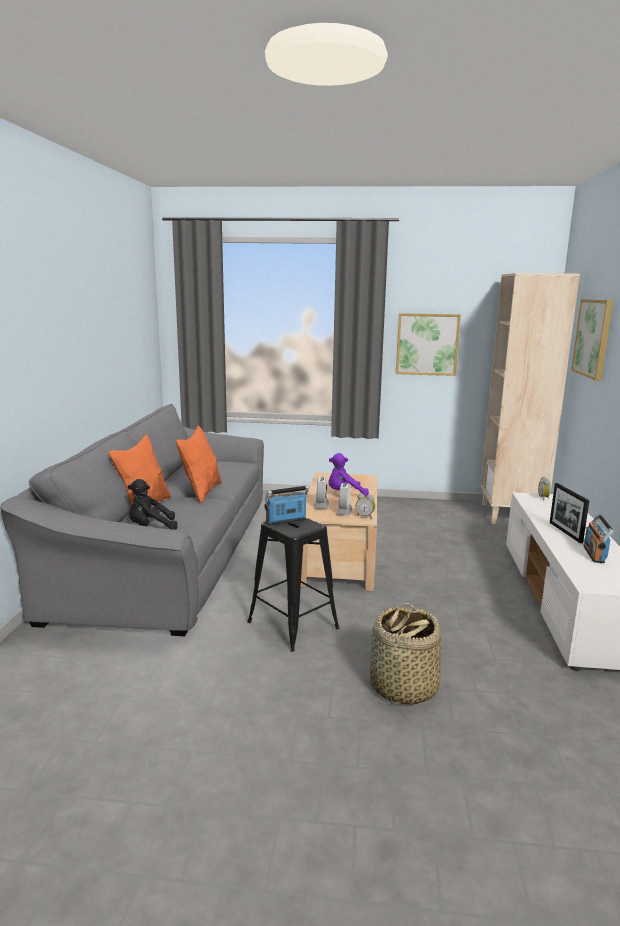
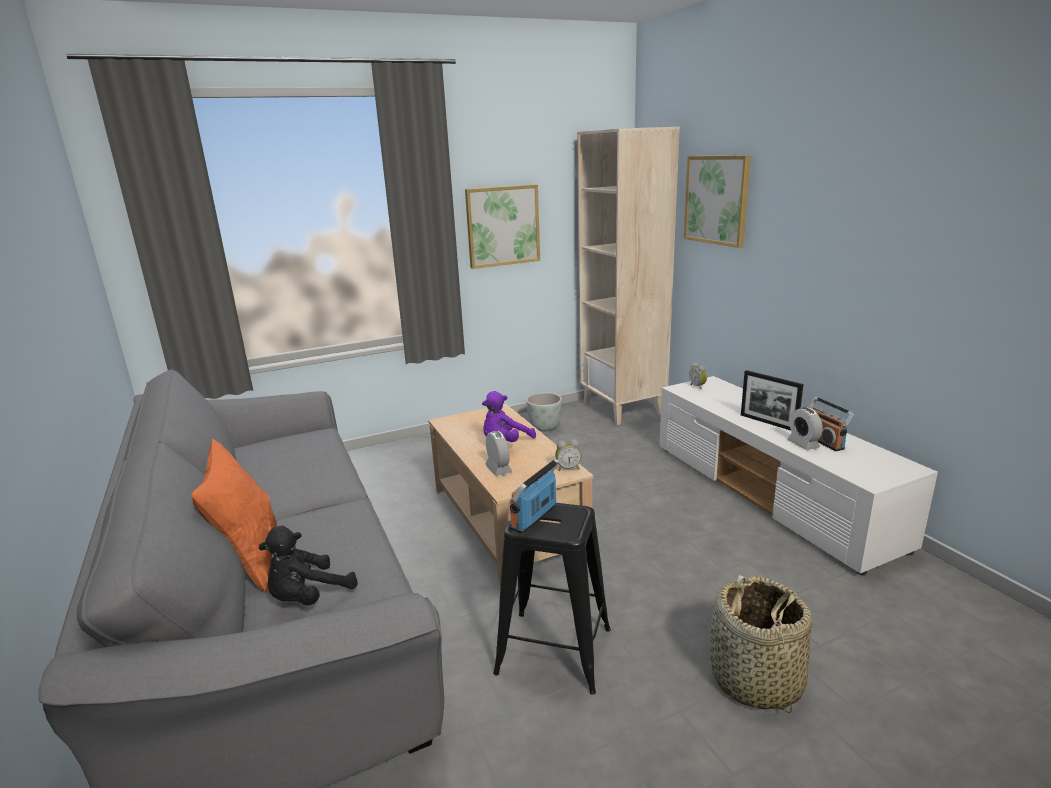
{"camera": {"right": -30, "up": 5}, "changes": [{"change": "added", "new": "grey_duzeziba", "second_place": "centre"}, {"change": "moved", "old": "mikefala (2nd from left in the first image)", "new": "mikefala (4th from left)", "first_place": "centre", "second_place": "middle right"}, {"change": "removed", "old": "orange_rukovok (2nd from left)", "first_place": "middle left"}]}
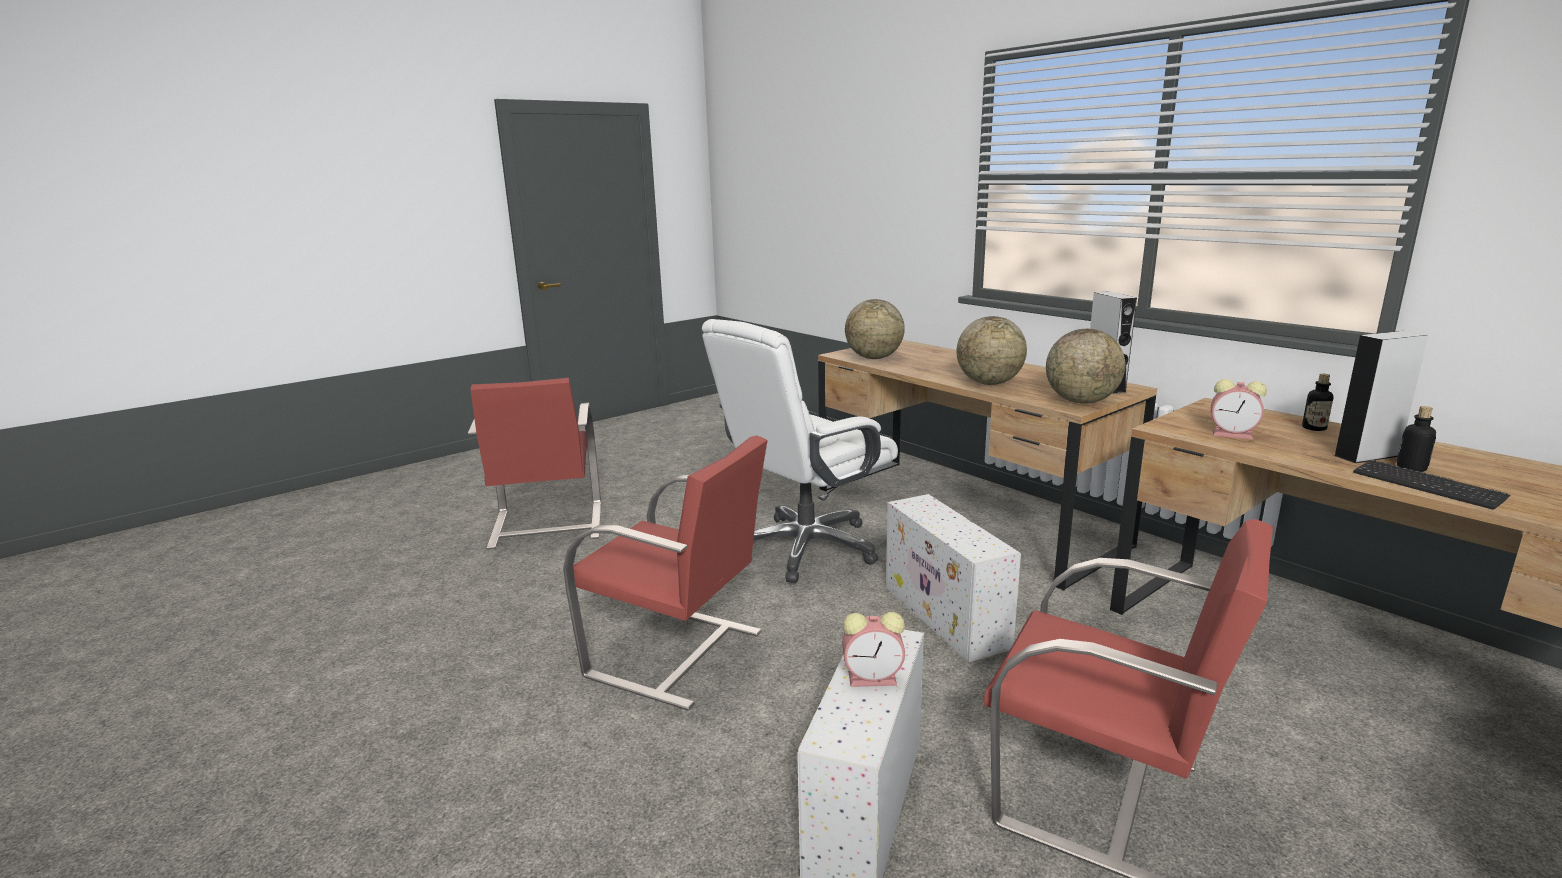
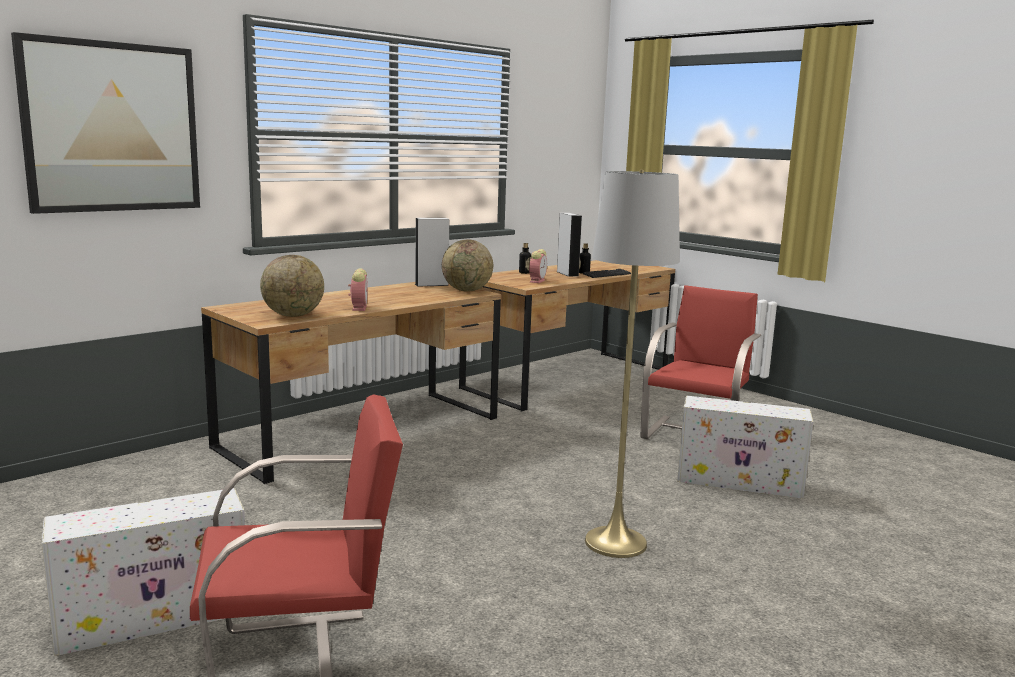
{"camera": {"right": -95, "up": -5}, "changes": [{"change": "added", "new": "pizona", "second_place": "top left"}, {"change": "moved", "old": "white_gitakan (2nd from left in the first image)", "new": "white_gitakan (1st from left)", "first_place": "centre", "second_place": "bottom left"}, {"change": "moved", "old": "mikefala (1st from left)", "first_place": "bottom centre", "second_place": "centre"}, {"change": "replaced", "old": "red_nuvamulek (2nd from left)", "new": "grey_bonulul", "first_place": "centre", "second_place": "centre"}, {"change": "removed", "old": "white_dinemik", "first_place": "centre"}, {"change": "removed", "old": "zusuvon (2nd from left)", "first_place": "centre"}]}
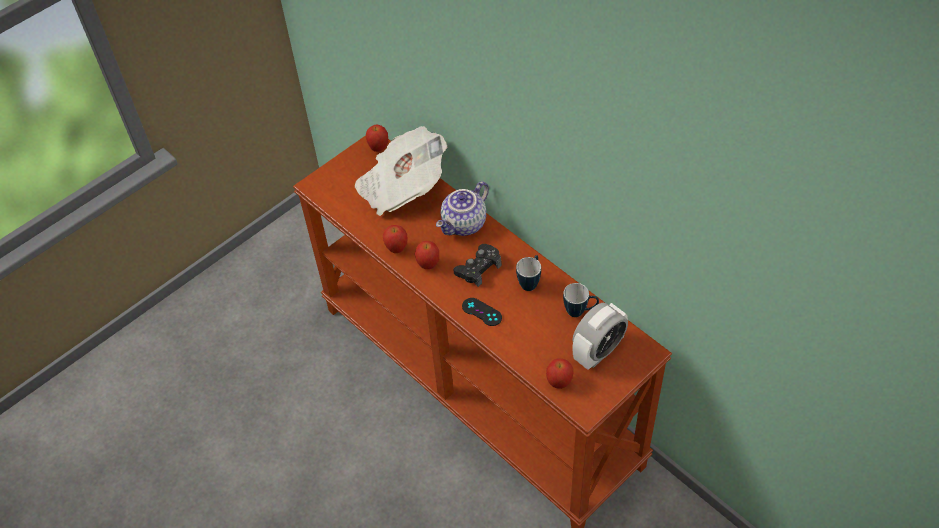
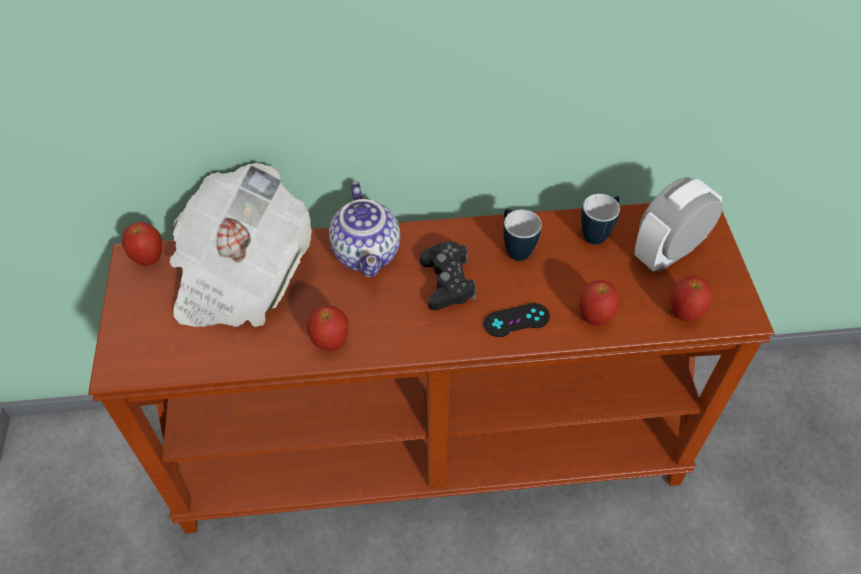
{"camera": {"right": -55, "up": 0}, "changes": [{"change": "moved", "old": "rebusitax (3rd from left)", "first_place": "centre", "second_place": "middle right"}, {"change": "turned", "old": "mikefala", "first_place": "centre", "second_place": "middle right", "degrees": -120}]}
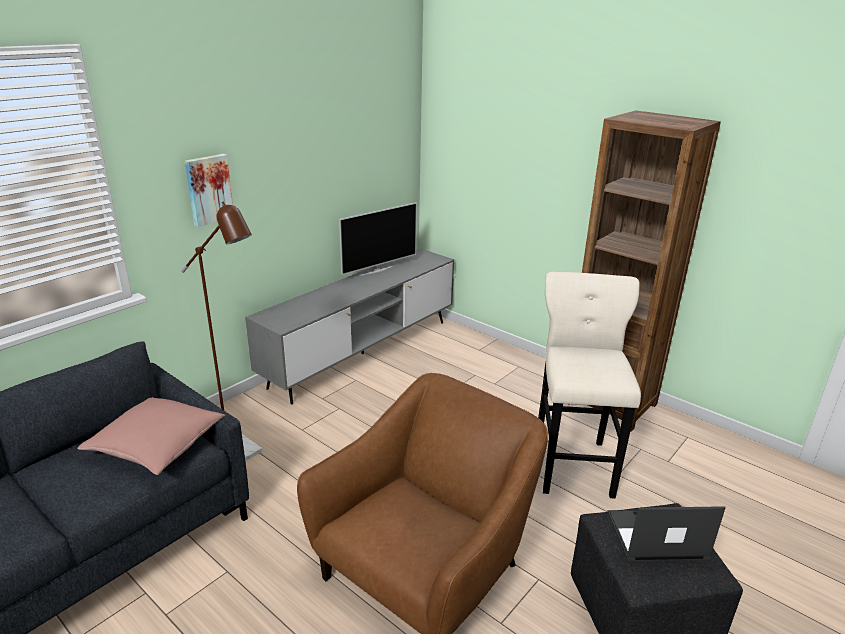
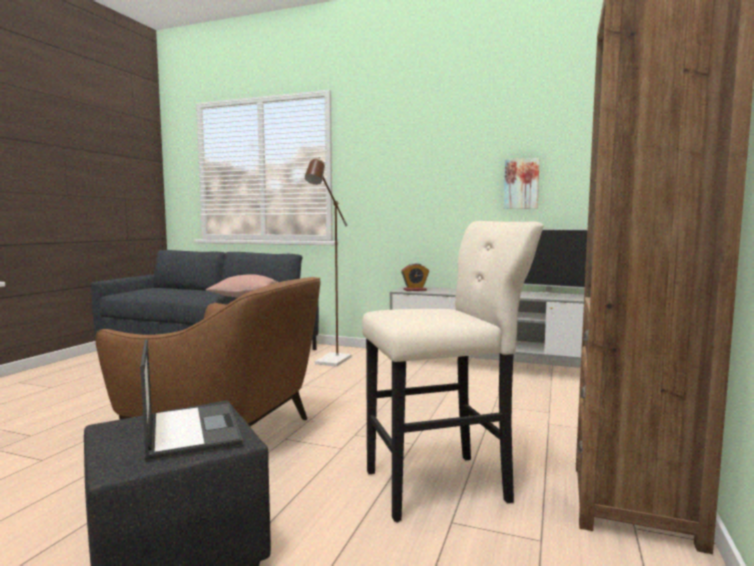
{"camera": {"right": 70, "up": -20}, "changes": [{"change": "added", "new": "mikefala", "second_place": "centre"}, {"change": "moved", "old": "pizona", "first_place": "top left", "second_place": "top right"}]}
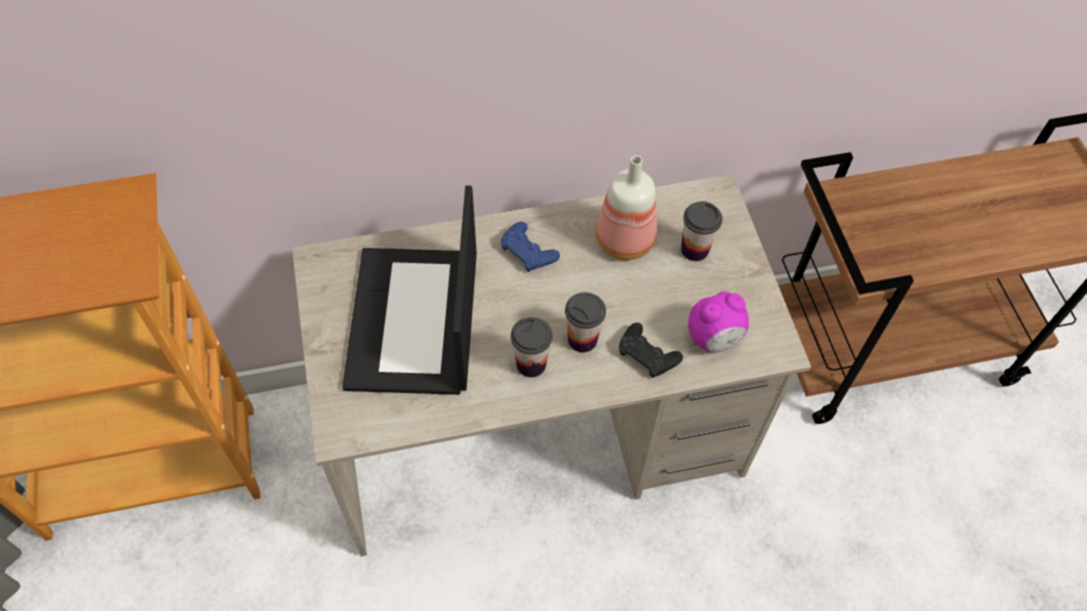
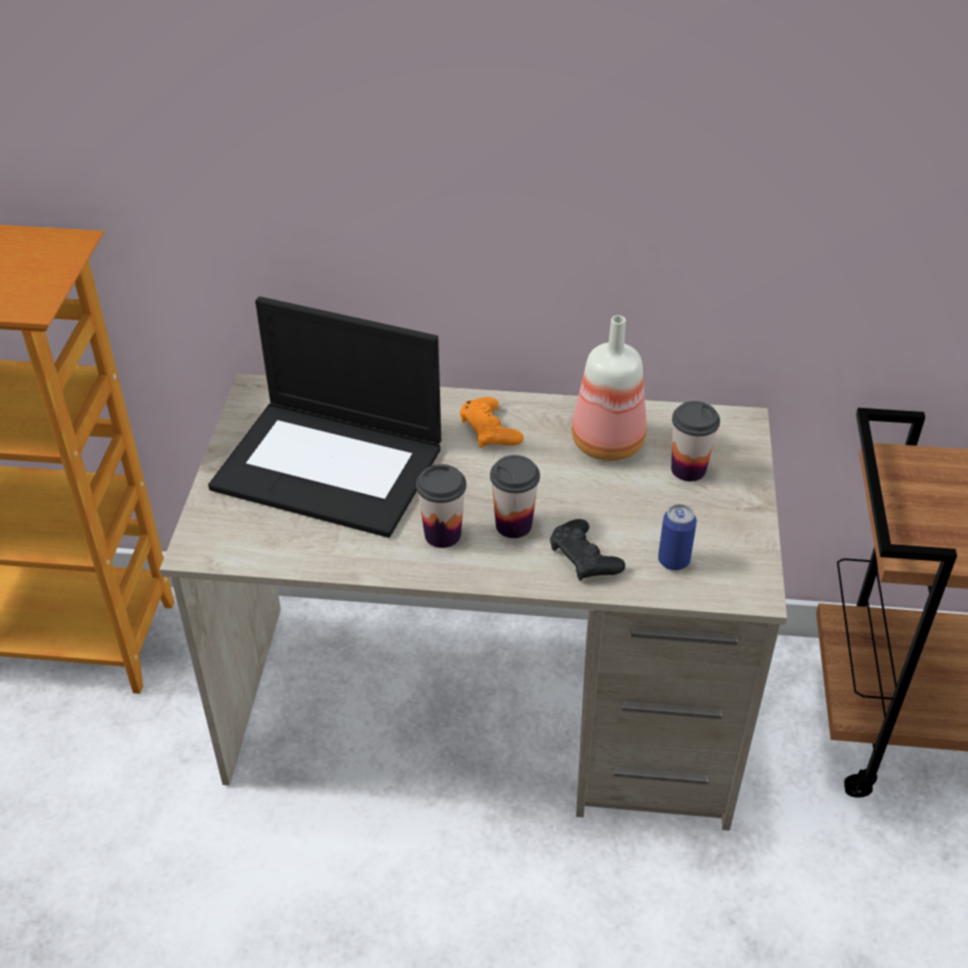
{"camera": {"right": 20, "up": -15}, "changes": [{"change": "turned", "old": "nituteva", "first_place": "centre", "second_place": "centre", "degrees": -90}, {"change": "recoloured", "old": "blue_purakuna", "new": "orange_purakuna", "first_place": "centre", "second_place": "centre"}, {"change": "replaced", "old": "mikefala", "new": "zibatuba", "first_place": "centre", "second_place": "middle right"}]}
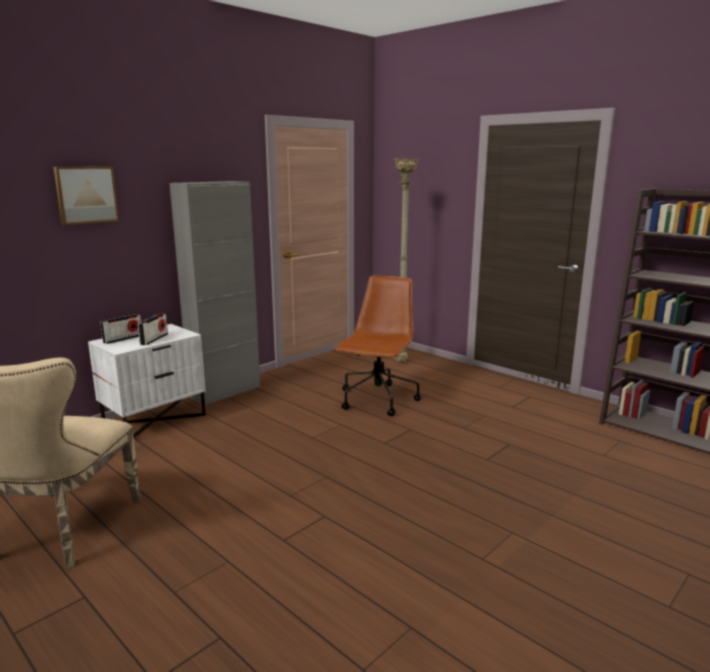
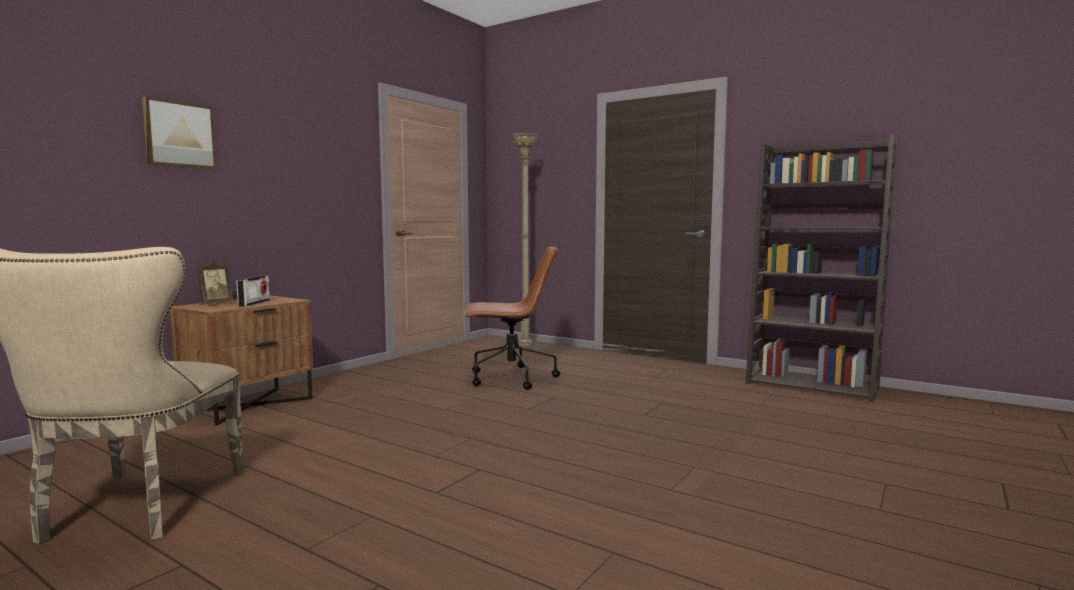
{"camera": {"right": -10, "up": -10}, "changes": [{"change": "recoloured", "old": "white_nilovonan", "new": "brown_nilovonan", "first_place": "middle left", "second_place": "middle left"}, {"change": "replaced", "old": "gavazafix (1st from left)", "new": "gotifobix", "first_place": "middle left", "second_place": "middle left"}, {"change": "turned", "old": "brown_dinemik", "first_place": "centre", "second_place": "centre", "degrees": 75}, {"change": "removed", "old": "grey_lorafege", "first_place": "middle left"}]}
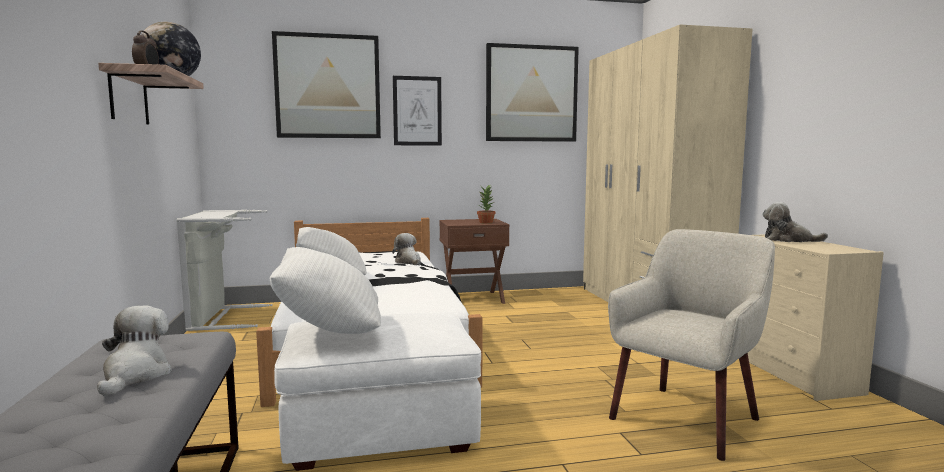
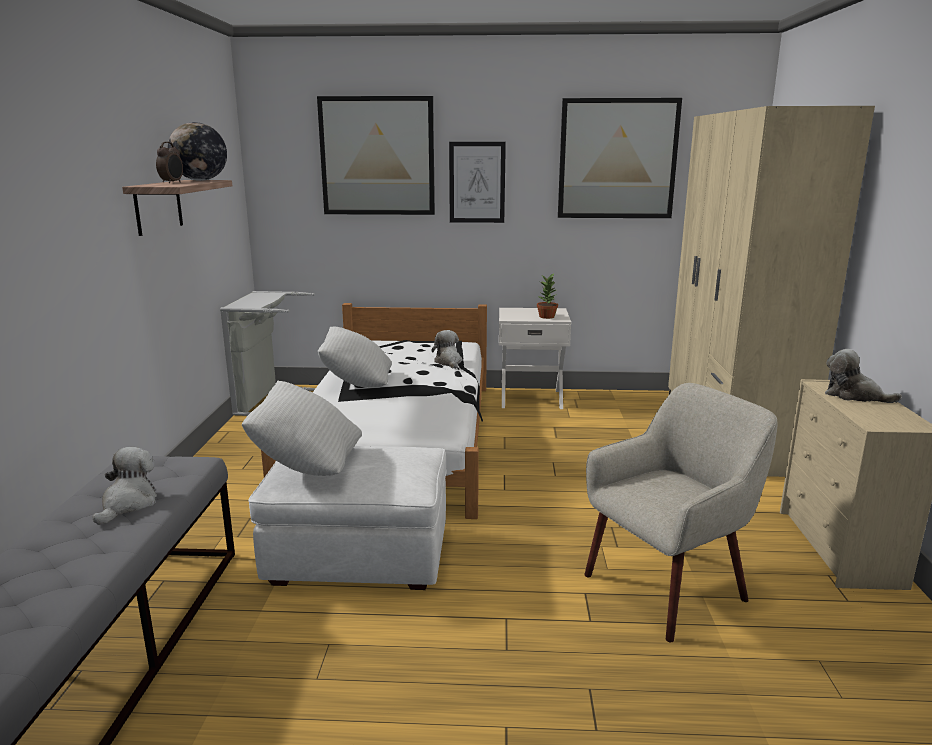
{"camera": {"right": 15, "up": 10}, "changes": [{"change": "recoloured", "old": "brown_nilovonan", "new": "white_nilovonan", "first_place": "centre", "second_place": "centre"}]}
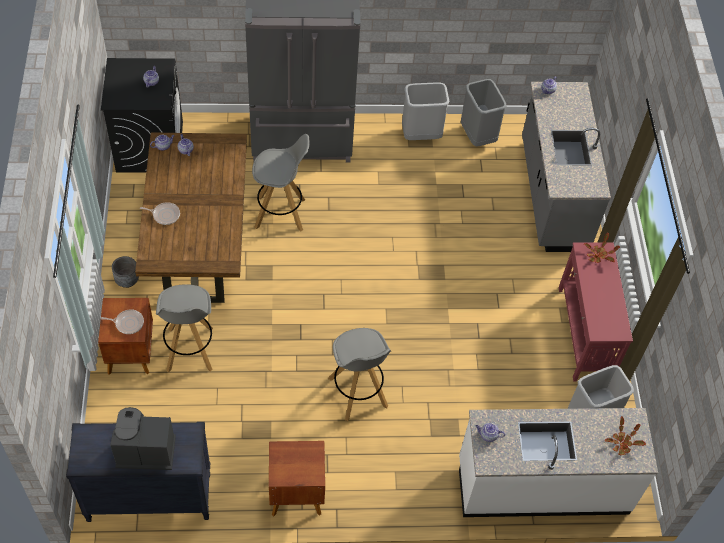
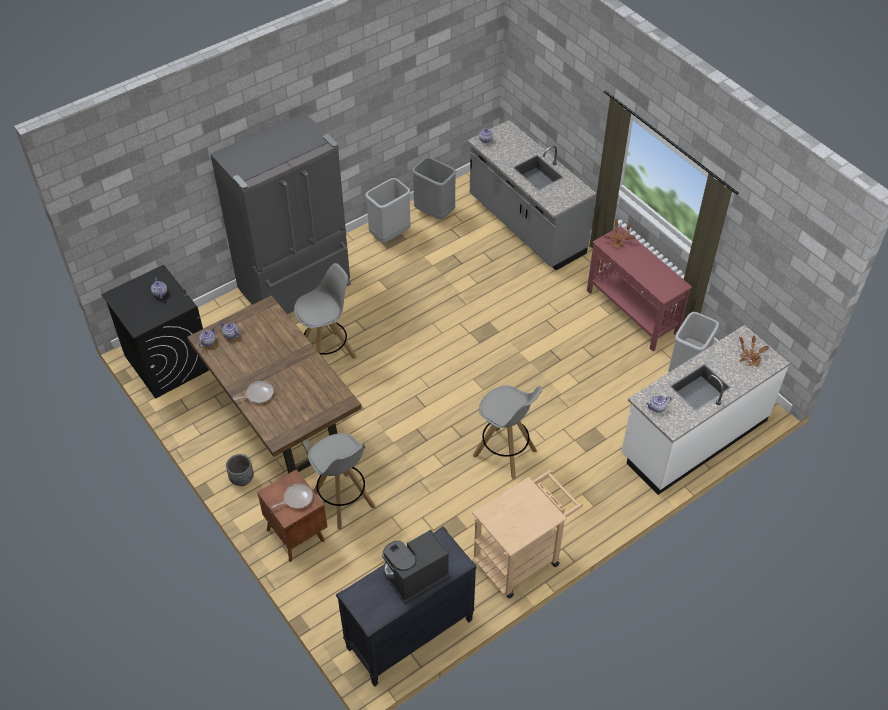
{"camera": {"right": -30, "up": -5}, "changes": [{"change": "replaced", "old": "brown_nilovonan (2nd from left)", "new": "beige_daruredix", "first_place": "bottom centre", "second_place": "bottom centre"}]}
